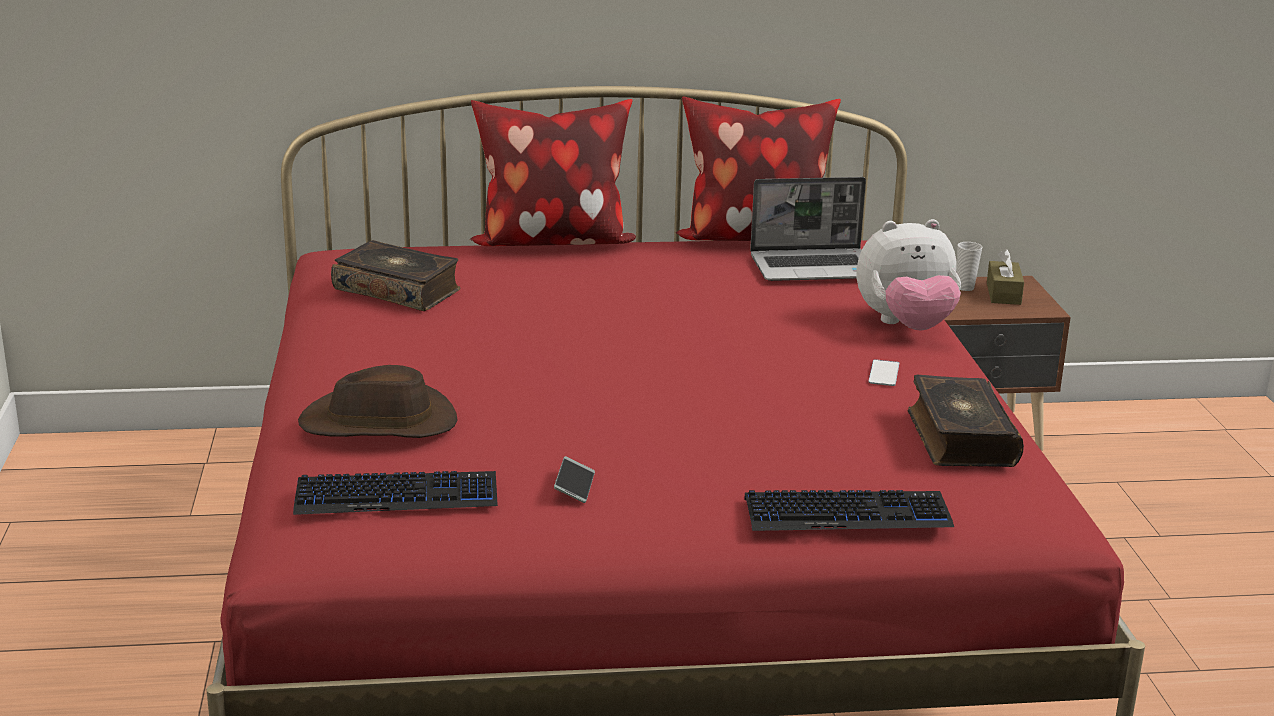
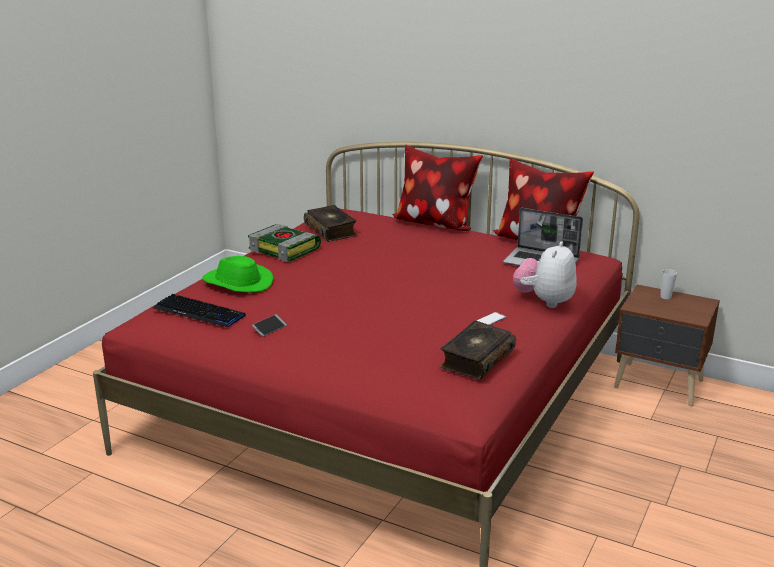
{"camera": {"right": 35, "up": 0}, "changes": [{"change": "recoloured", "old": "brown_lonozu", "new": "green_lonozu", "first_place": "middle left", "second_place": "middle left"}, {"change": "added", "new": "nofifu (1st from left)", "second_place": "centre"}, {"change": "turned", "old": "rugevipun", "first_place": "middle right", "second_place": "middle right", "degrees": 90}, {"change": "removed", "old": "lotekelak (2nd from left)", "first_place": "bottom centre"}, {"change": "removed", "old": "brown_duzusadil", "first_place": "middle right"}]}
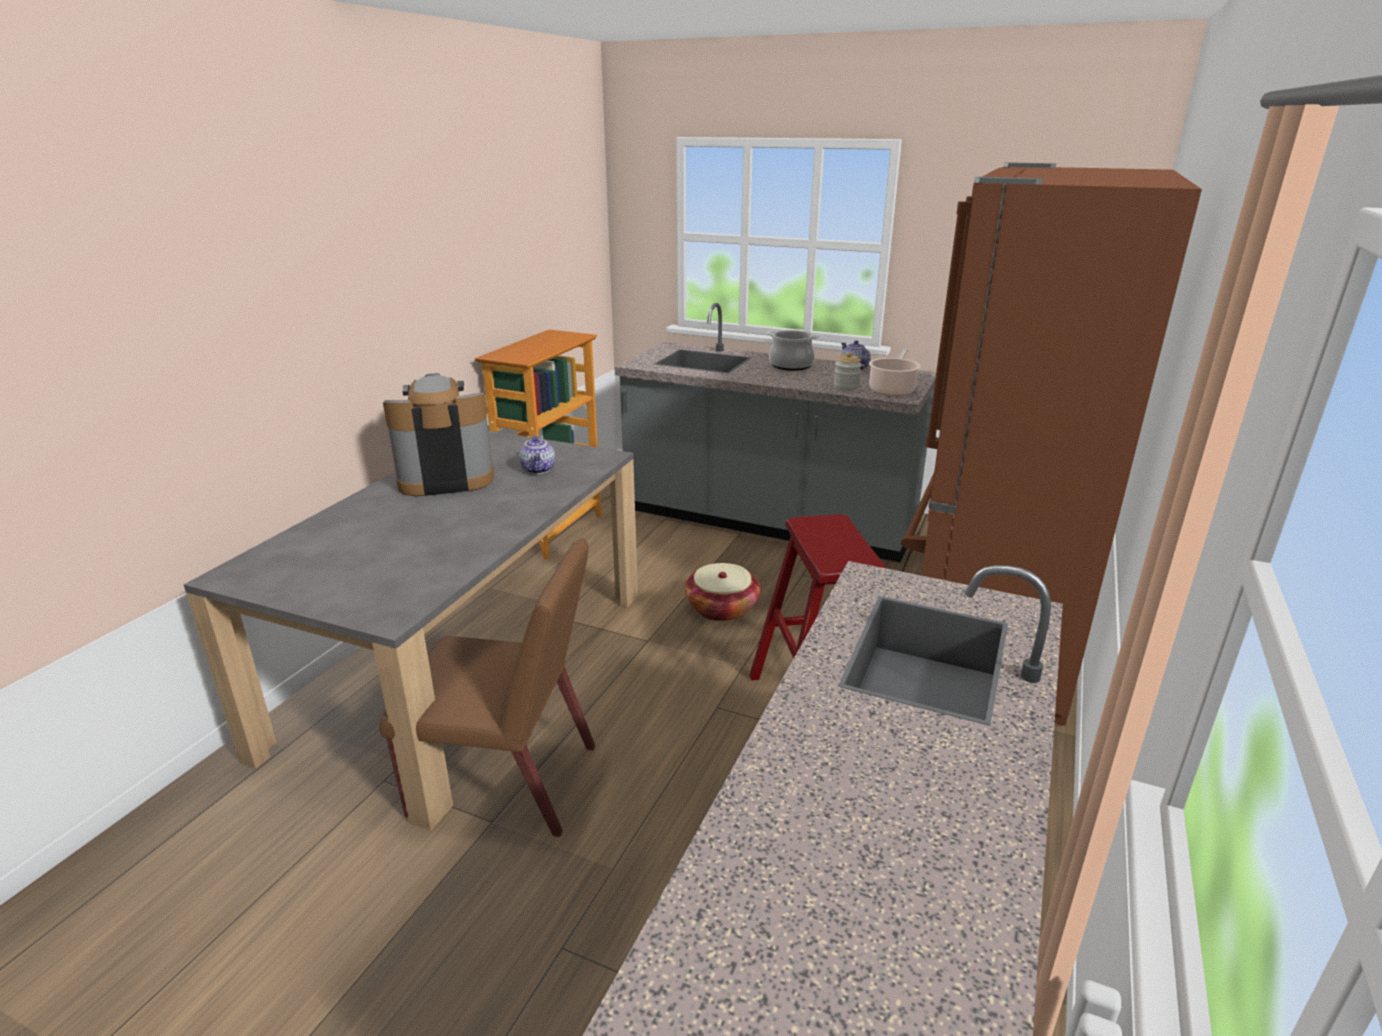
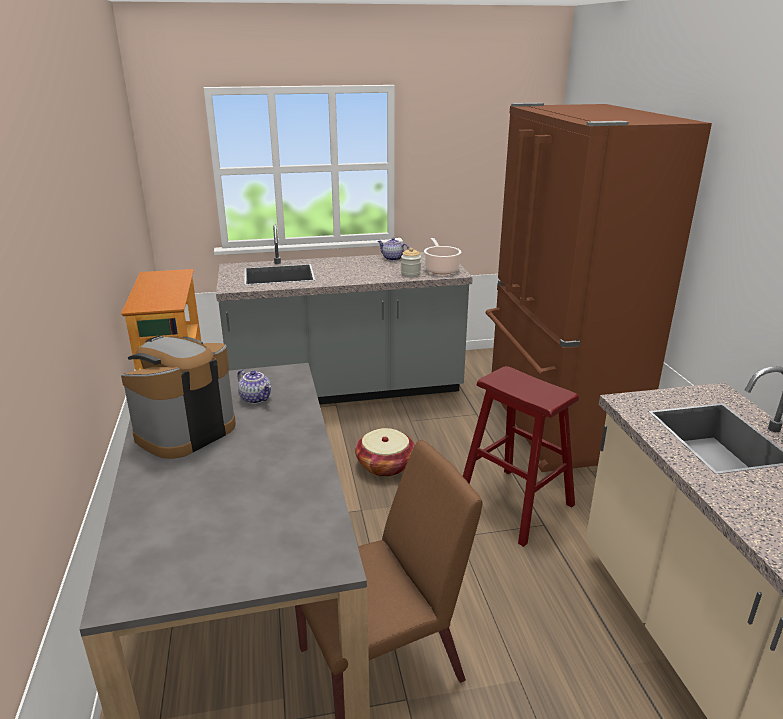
{"camera": {"right": -35, "up": 0}, "changes": [{"change": "removed", "old": "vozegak (1st from left)", "first_place": "centre"}]}
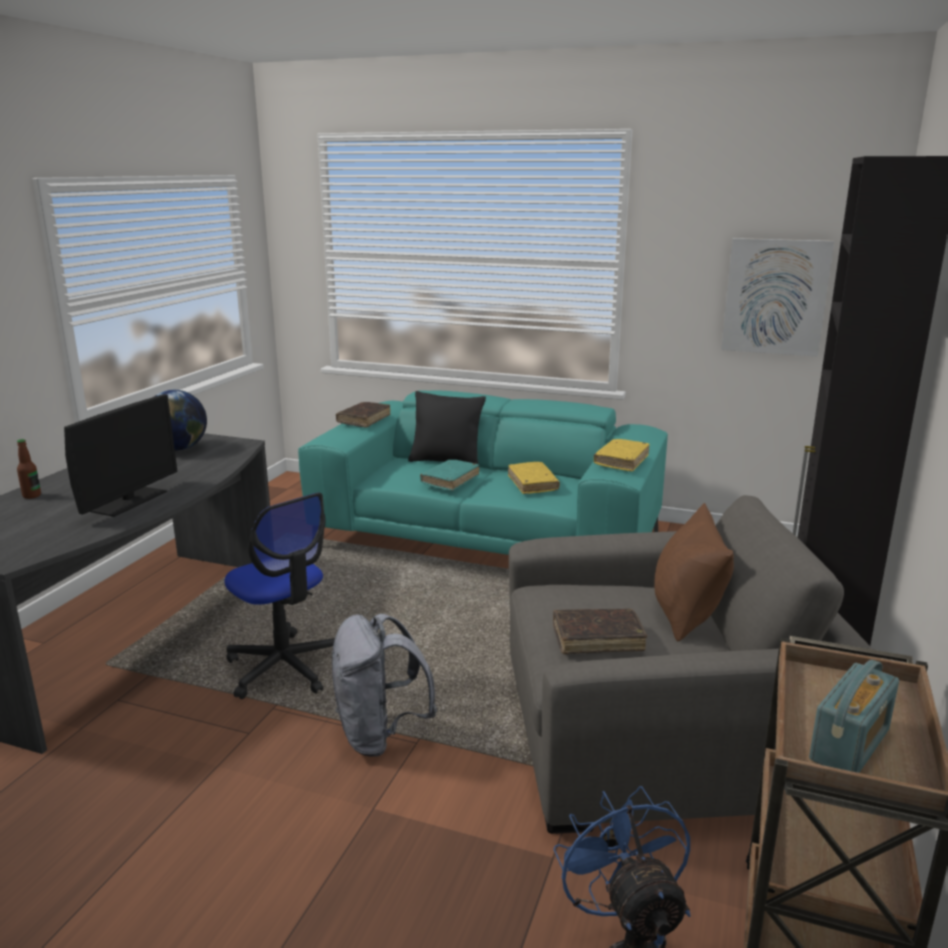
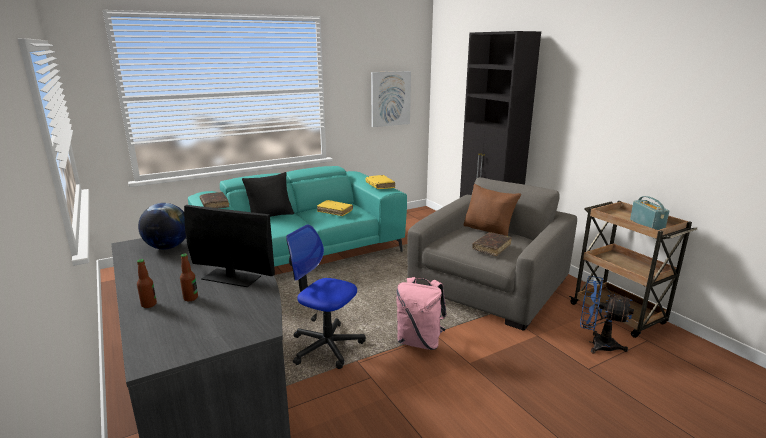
{"camera": {"right": -50, "up": 0}, "changes": [{"change": "added", "new": "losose (2nd from left)", "second_place": "middle left"}, {"change": "turned", "old": "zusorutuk", "first_place": "middle left", "second_place": "middle left", "degrees": -45}, {"change": "turned", "old": "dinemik", "first_place": "middle left", "second_place": "bottom centre", "degrees": -150}, {"change": "recoloured", "old": "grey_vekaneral", "new": "pink_vekaneral", "first_place": "bottom centre", "second_place": "bottom centre"}, {"change": "removed", "old": "turquoise_nofifu", "first_place": "centre"}]}
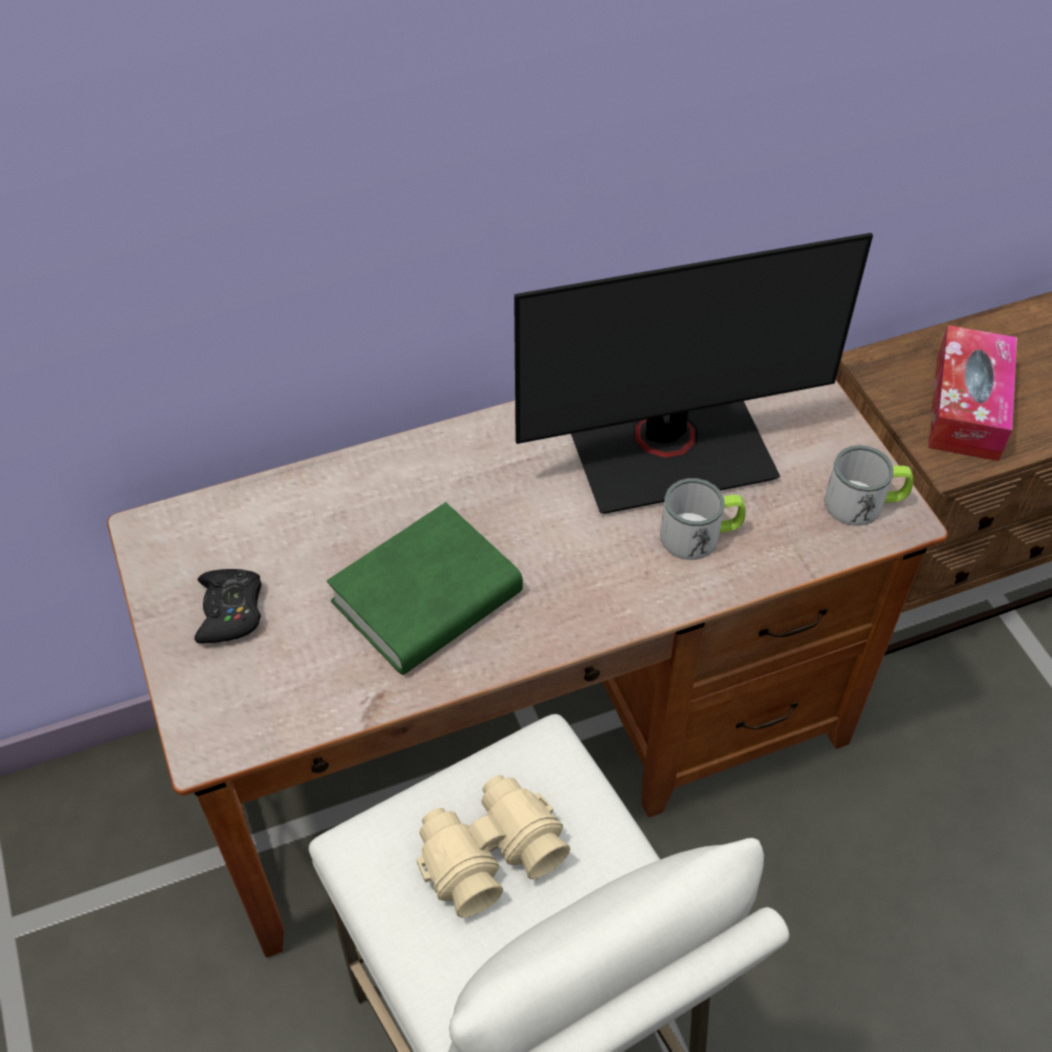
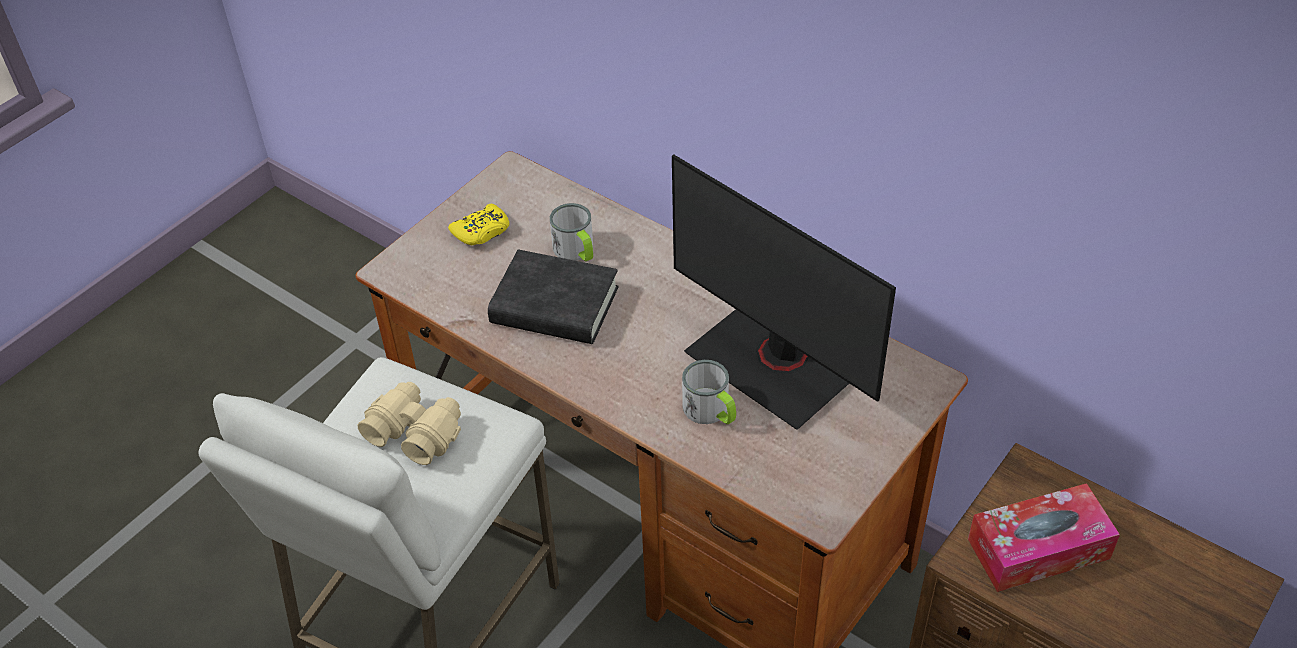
{"camera": {"right": 60, "up": -5}, "changes": [{"change": "recoloured", "old": "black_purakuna", "new": "yellow_purakuna", "first_place": "middle left", "second_place": "centre"}, {"change": "recoloured", "old": "green_nofifu", "new": "black_nofifu", "first_place": "centre", "second_place": "centre"}, {"change": "moved", "old": "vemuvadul (2nd from left in the first image)", "new": "vemuvadul (1st from left)", "first_place": "middle right", "second_place": "centre"}]}
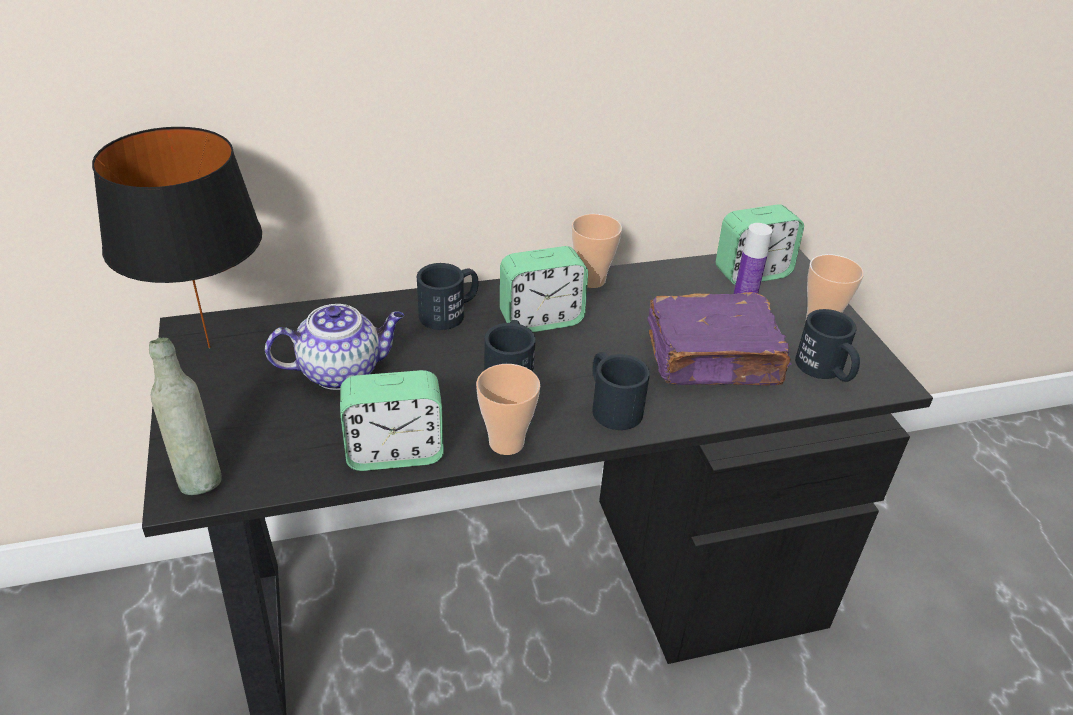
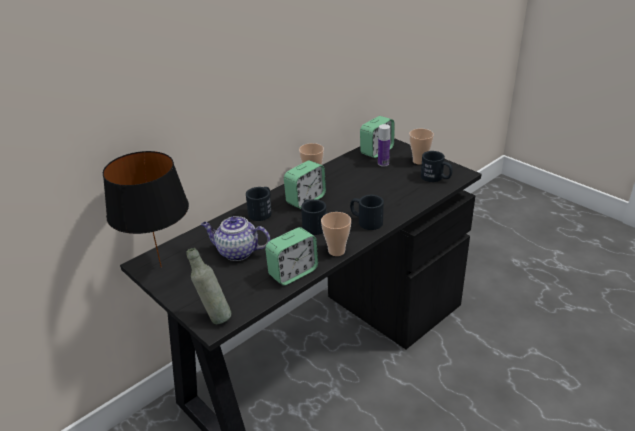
{"camera": {"right": -25, "up": -5}, "changes": [{"change": "turned", "old": "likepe", "first_place": "middle left", "second_place": "centre", "degrees": -120}, {"change": "removed", "old": "purple_nofifu", "first_place": "middle right"}]}
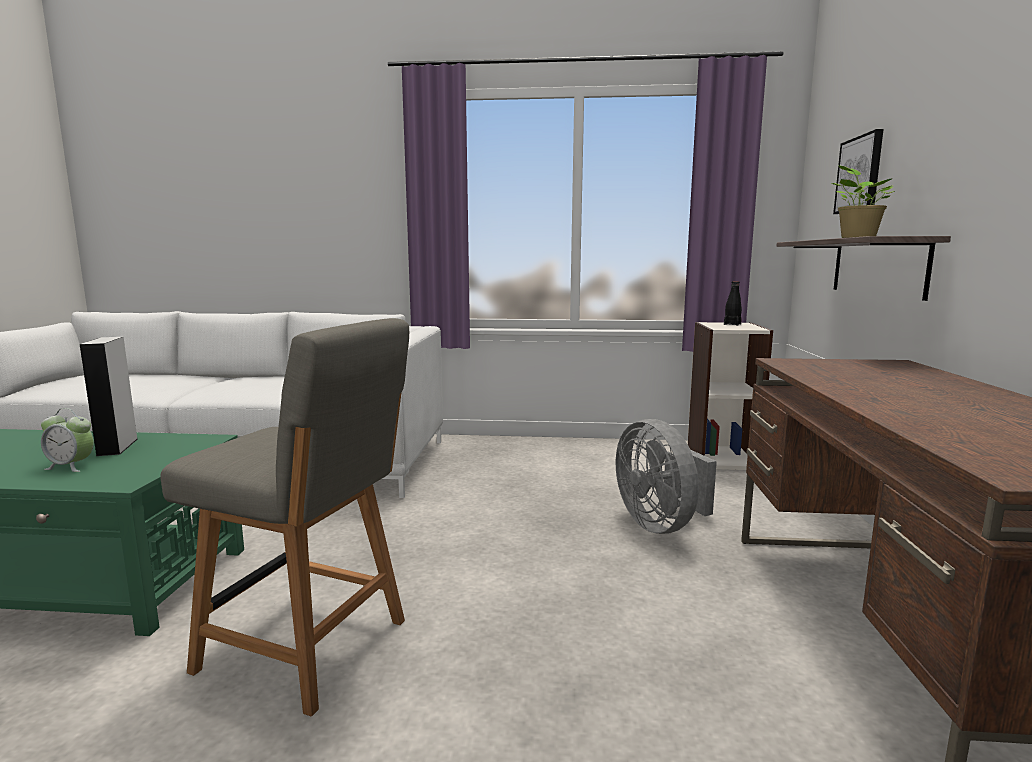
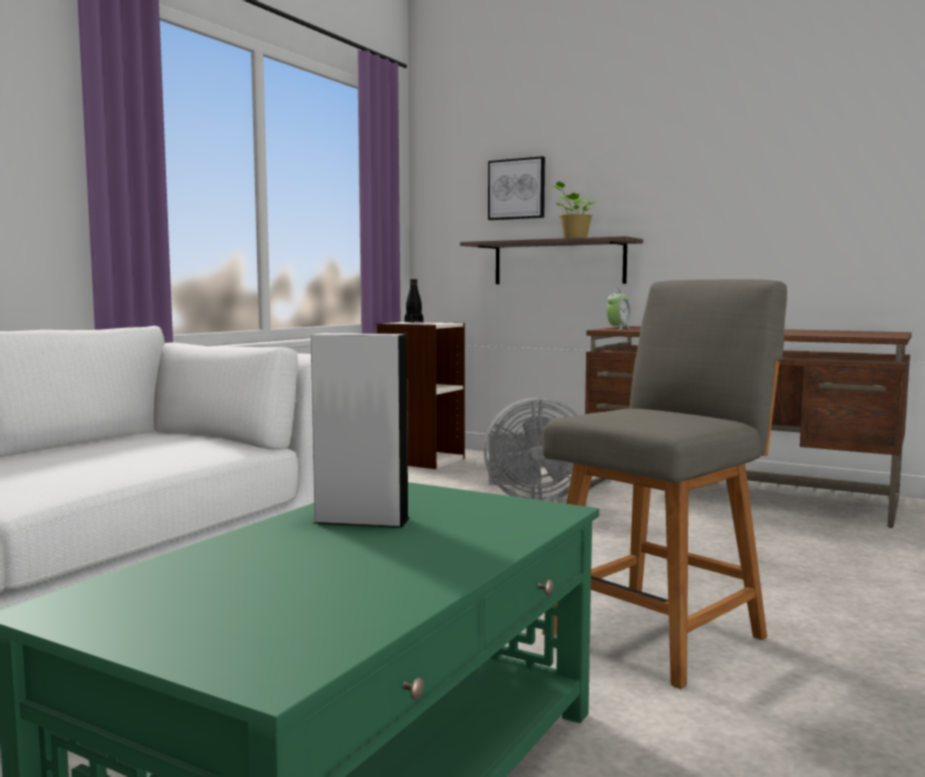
{"camera": {"right": -65, "up": -5}, "changes": [{"change": "moved", "old": "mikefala", "first_place": "middle left", "second_place": "middle right"}]}
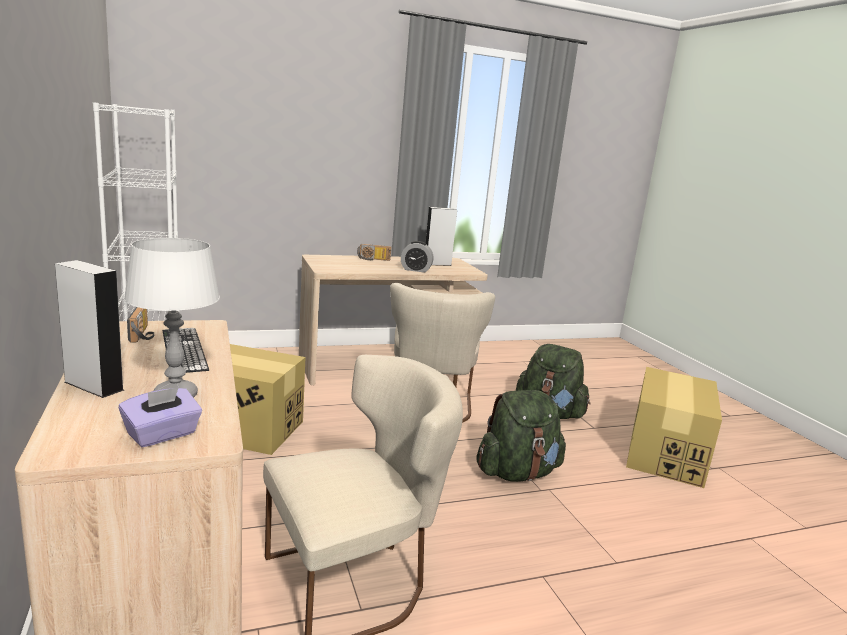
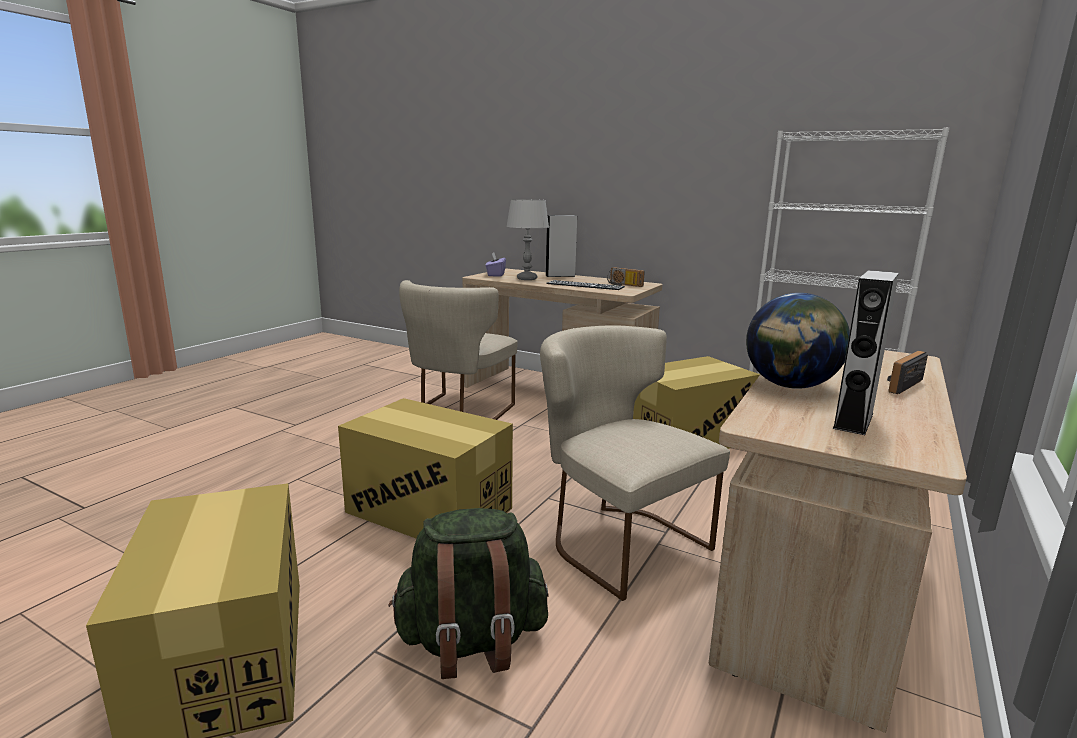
{"camera": {"right": 140, "up": 0}, "changes": [{"change": "replaced", "old": "green_vekaneral (1st from left)", "new": "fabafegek (2nd from left)", "first_place": "bottom centre", "second_place": "centre"}, {"change": "replaced", "old": "mikefala", "new": "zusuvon", "first_place": "centre", "second_place": "middle right"}]}
